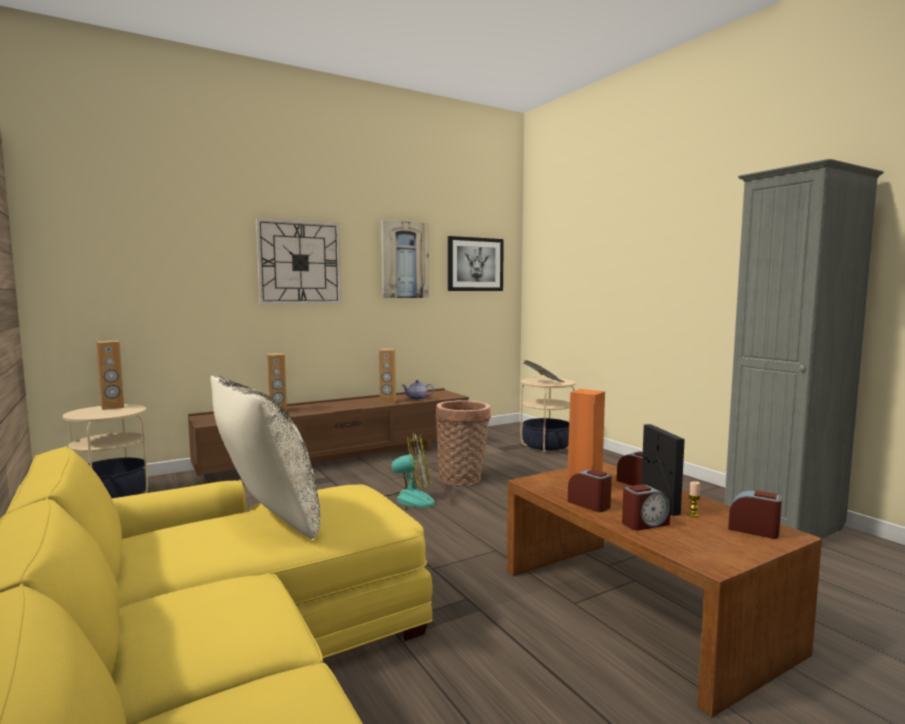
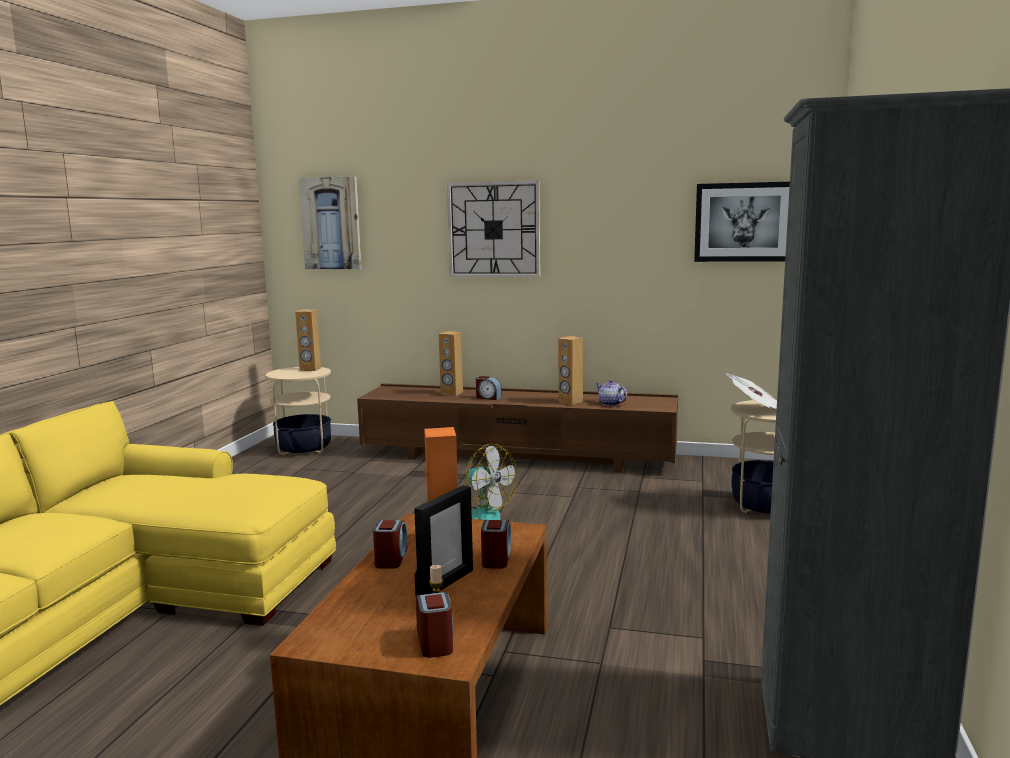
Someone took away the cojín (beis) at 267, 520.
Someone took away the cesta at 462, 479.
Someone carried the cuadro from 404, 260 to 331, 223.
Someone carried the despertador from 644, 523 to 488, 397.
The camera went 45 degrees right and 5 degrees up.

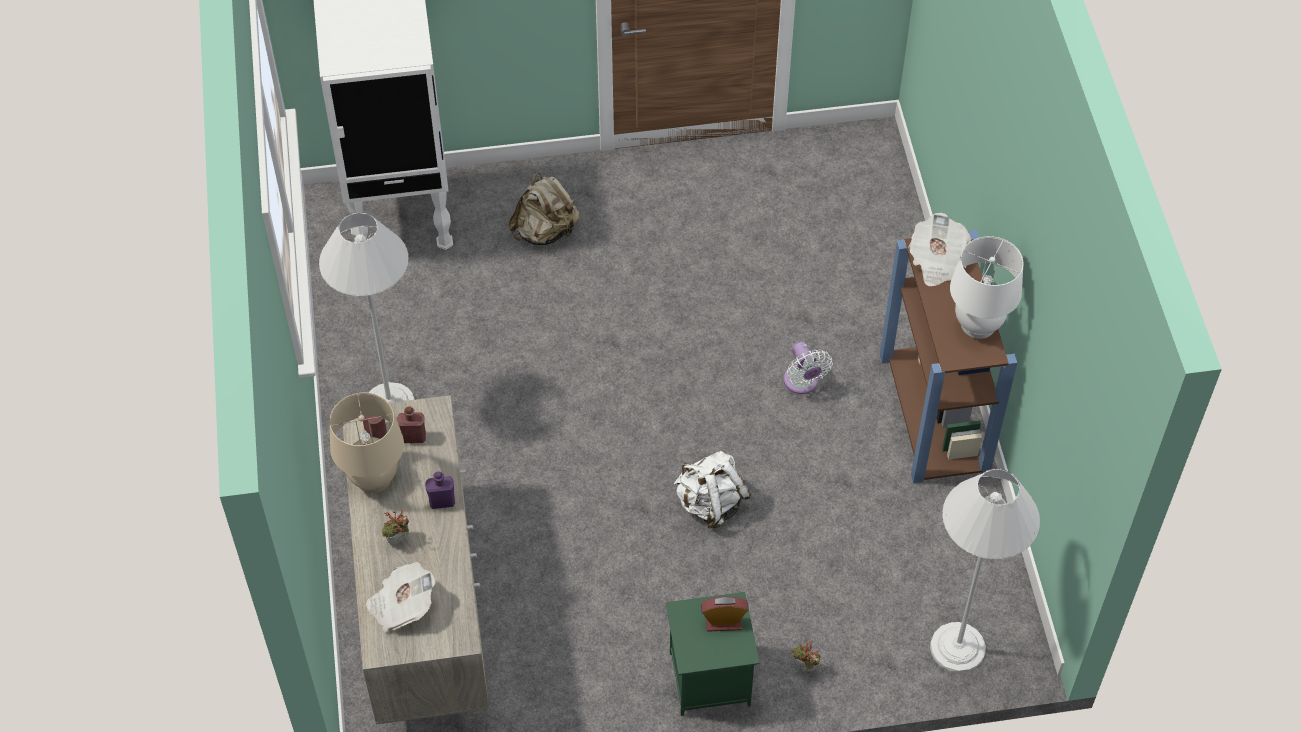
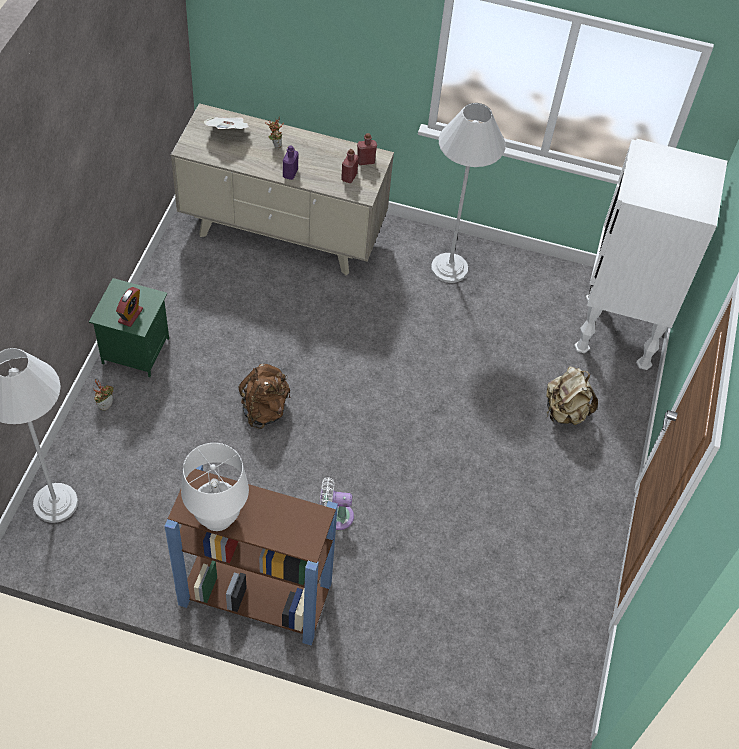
Someone took away the lámpara de mesa (beis) at 373, 478.
Someone took away the periódico at 937, 261.
Someone repainted the mochila (blanco) at 710, 504, which became the mochila (marrón) at 265, 409.
The camera went 110 degrees right and 0 degrees up.

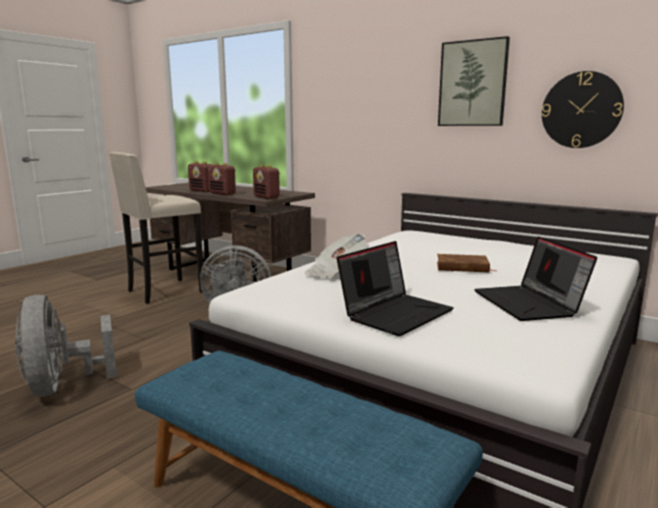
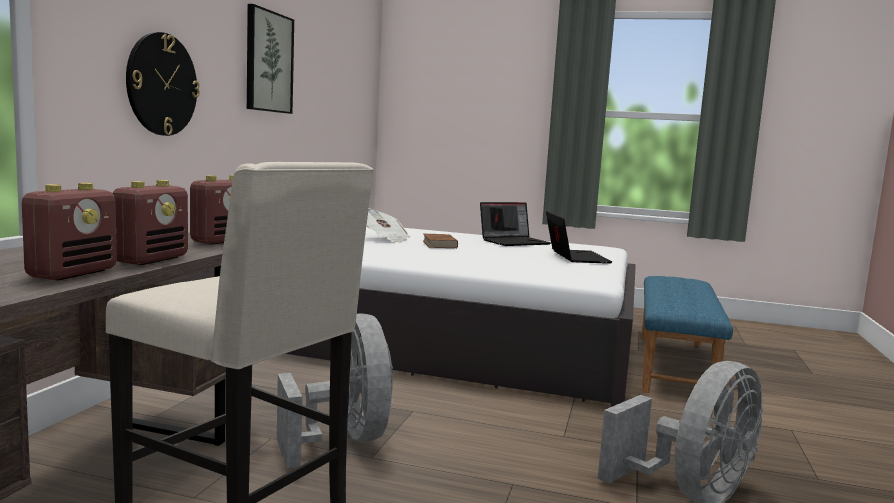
Someone carried the periódico from 336, 272 to 385, 239.
Someone carried the reloj de pared from 581, 110 to 162, 84.
Someone rotated the portátil at 395, 313 by 60 degrees clockwise.
The camera went 110 degrees left and 5 degrees down.

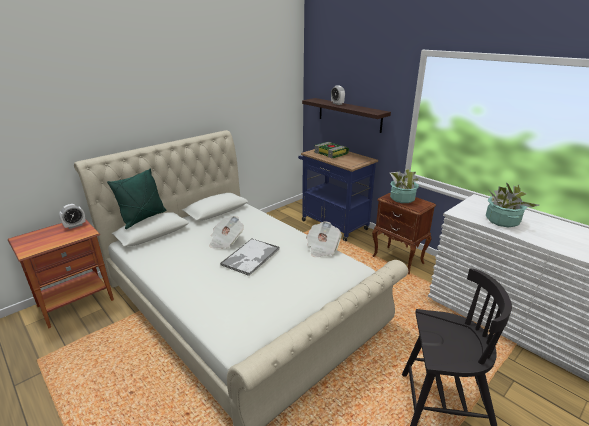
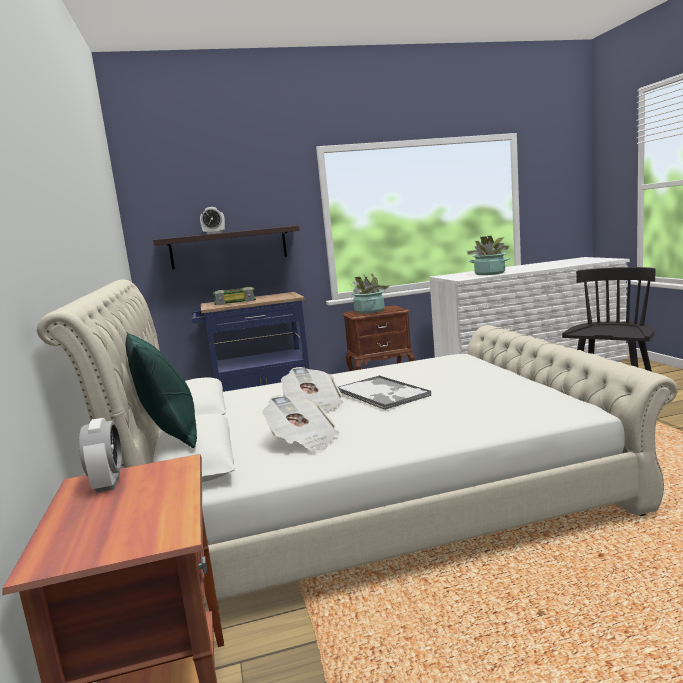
Someone carried the periódico from 322, 248 to 303, 441.
The camera went 60 degrees left and 15 degrees down.

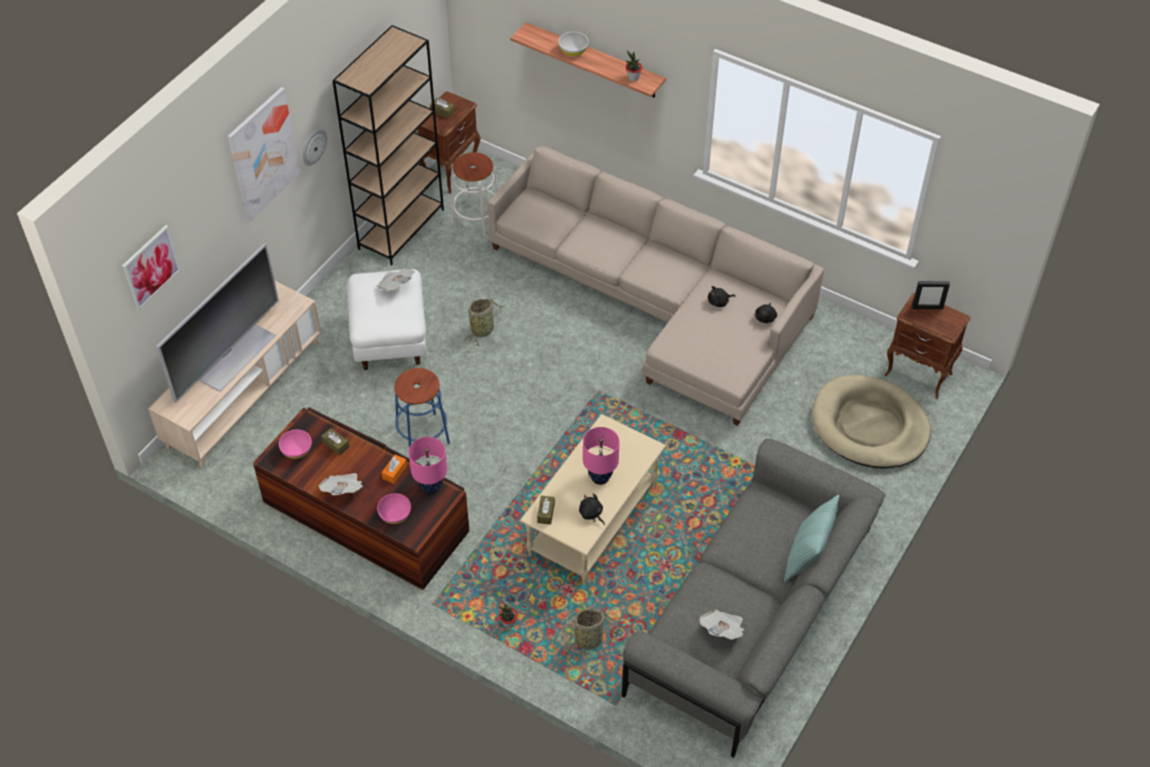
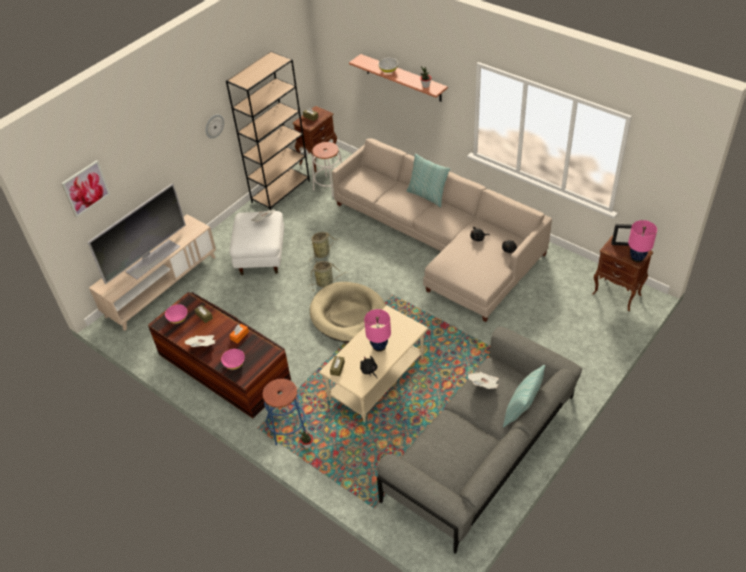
Someone took away the cuadro at 263, 154.
Someone put down the cojín at 428, 195.
Someone carried the taburete (azul) from 422, 434 to 287, 428.
Someone carried the lámpara de mesa (rosa) from 431, 487 to 637, 258.
Someone carried the cesta from 590, 639 to 326, 283.
Someone carried the periódico from 723, 630 to 484, 385.
Someone carried the cama para perro (beis) from 869, 426 to 349, 315.
The camera went 10 degrees right and 5 degrees down.

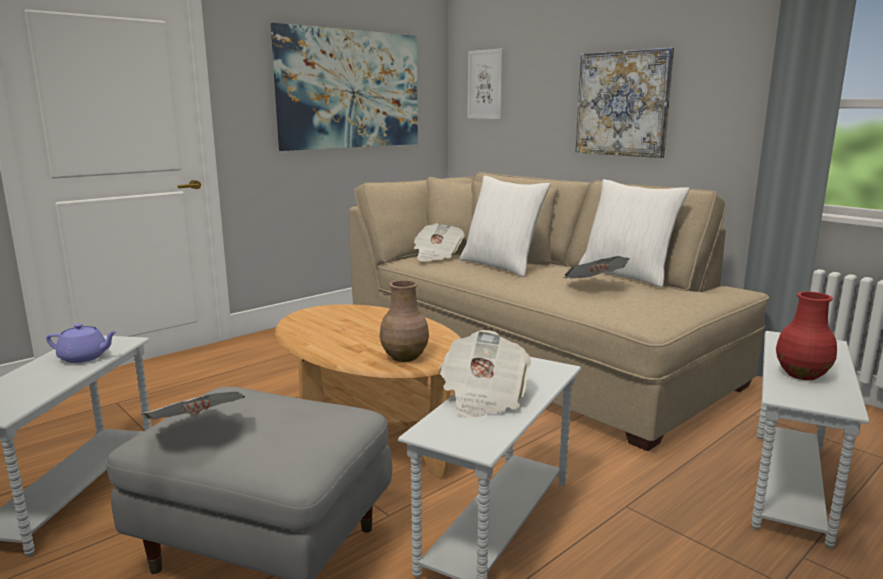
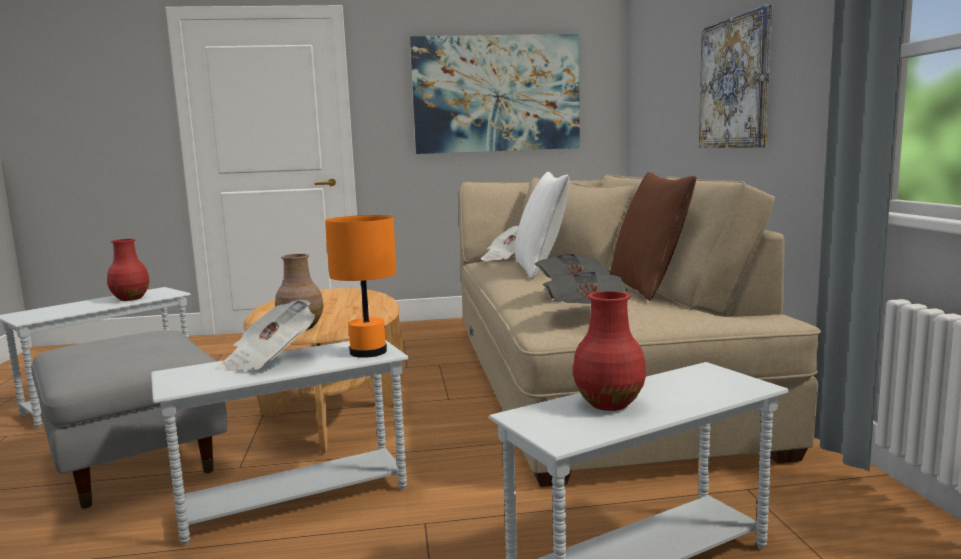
Someone took away the cuadro at 485, 84.
Someone put down the lámpara de mesa (naranja) at 368, 352.
Someone carried the periódico from 196, 431 to 585, 312.
Someone swapped the tetera (morado) at 84, 357 for the florero (rojo) at 131, 298.
Someone repainted the cojín (blanco) at 626, 275, which became the cojín (marrón) at 647, 287.
The camera went 35 degrees right and 5 degrees down.

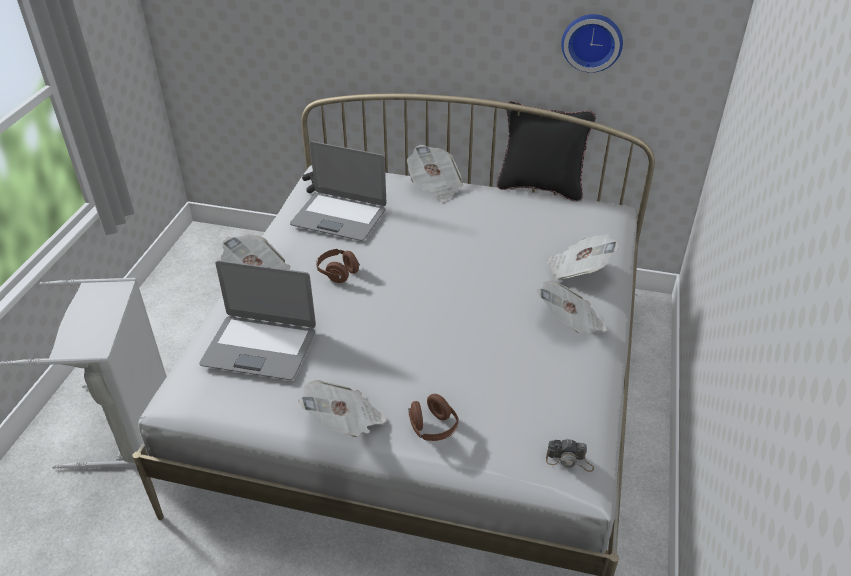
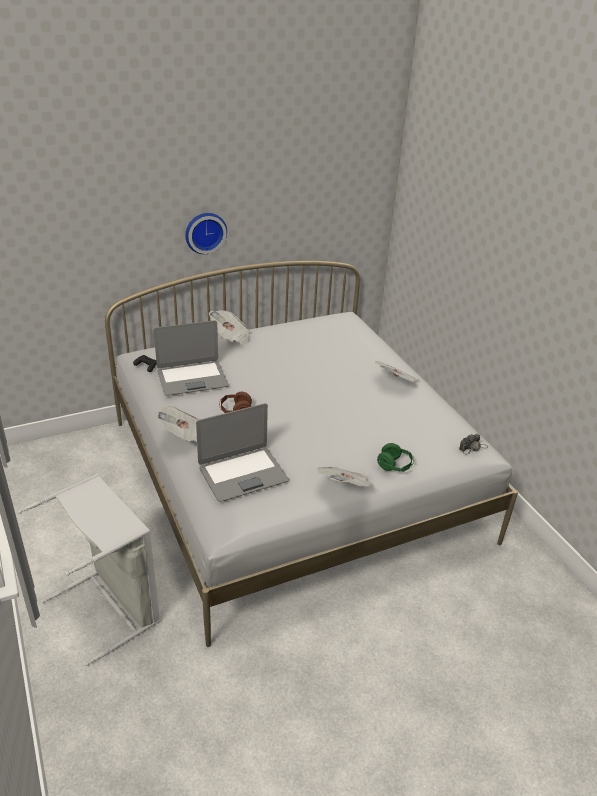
Someone took away the cojín (negro) at 540, 187.
Someone took away the periódico at 578, 270.
Someone carried the reloj de pared from 592, 41 to 205, 232.
Someone repainted the auriculares (marrón) at 433, 428, which became the auriculares (verde) at 394, 466.
The camera went 40 degrees left and 5 degrees down.

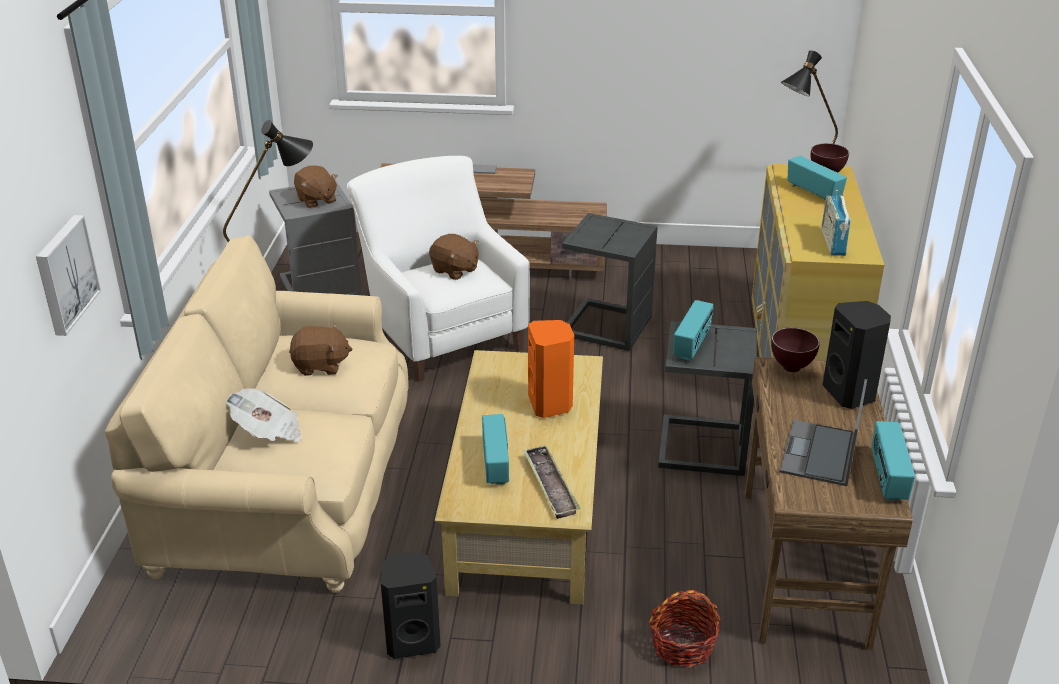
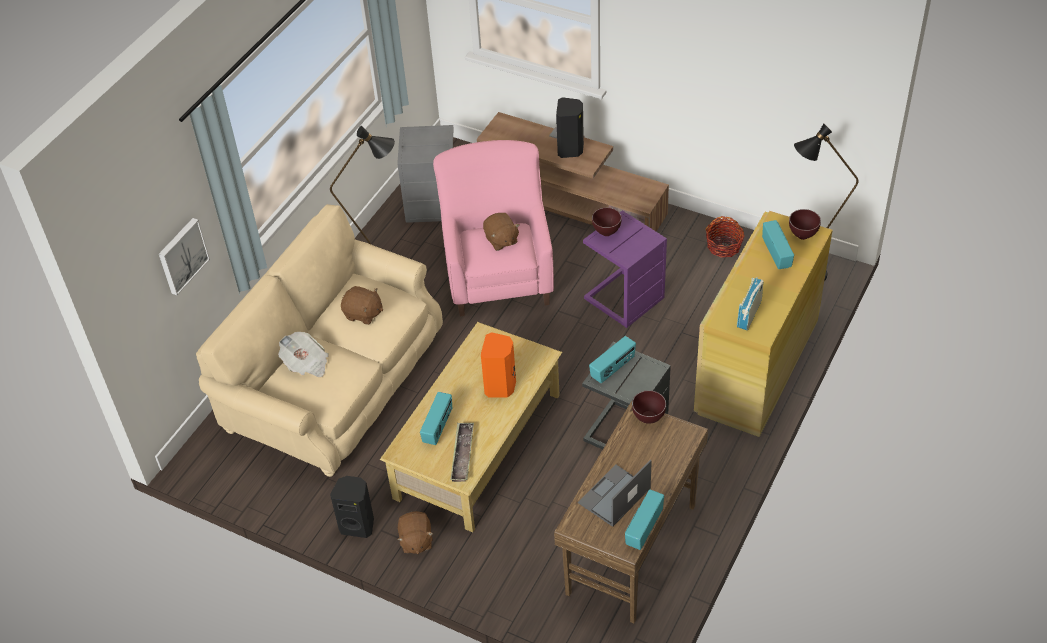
Someone put down the cuenco (marrón) at 607, 232.
Someone carried the peluche (marrón) from 316, 200 to 416, 541.
Someone carried the cesta from 682, 645 to 724, 246.
Someone carried the altavoz (negro) from 850, 394 to 570, 149.
Someone repainted the sillón (blanco) at 440, 332, which became the sillón (rosa) at 498, 272.
Someone repainted the mesa auxiliar (gris) at 605, 326, which became the mesa auxiliar (morado) at 623, 297.
The camera went 25 degrees right and 15 degrees up.

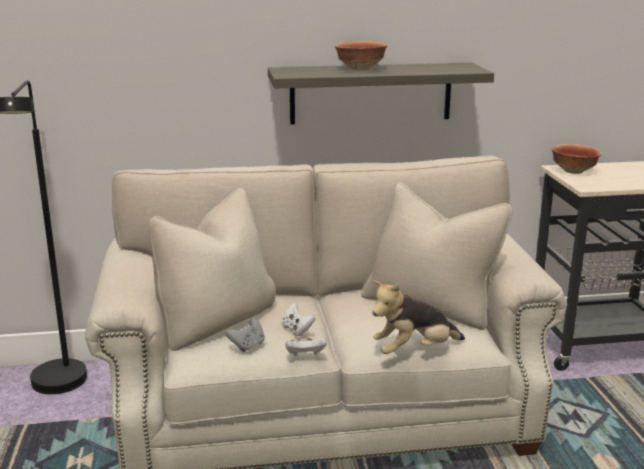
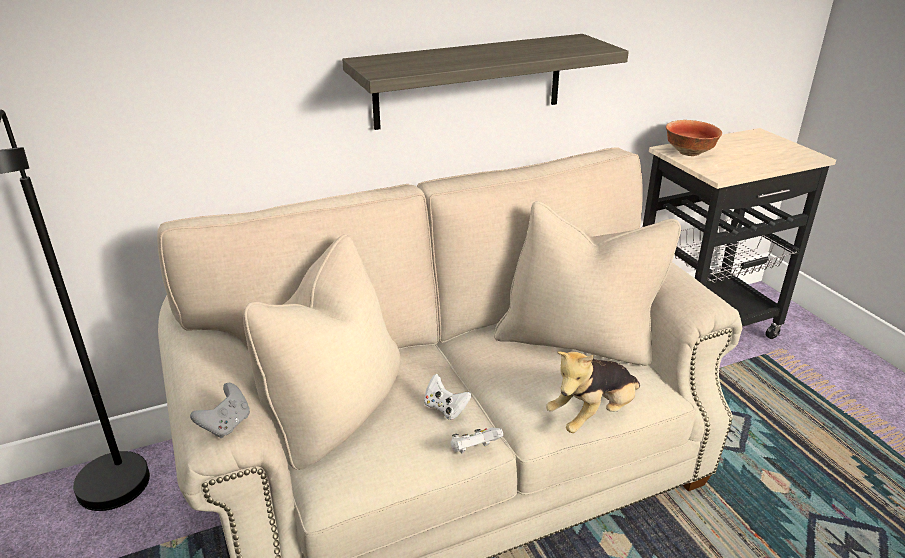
Someone took away the cuenco at 360, 69.
Someone carried the mando de consola (gris) from 247, 346 to 226, 425.
The camera went 15 degrees left and 10 degrees up.

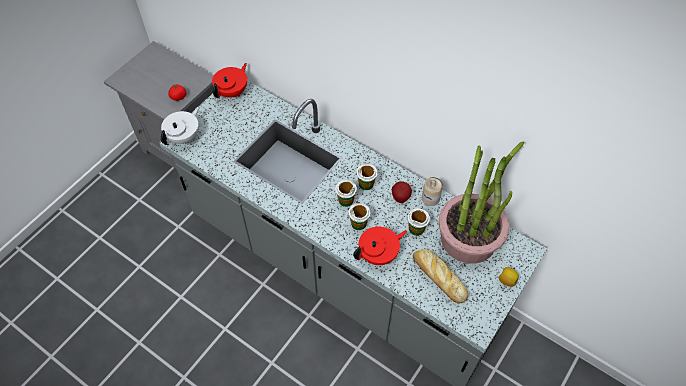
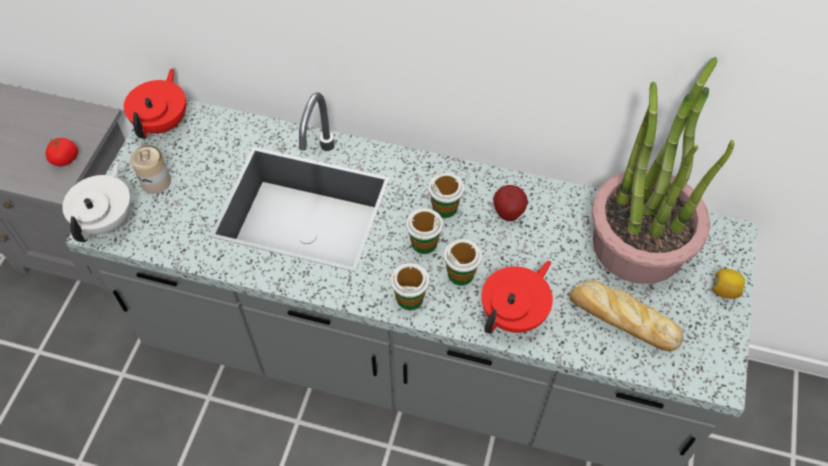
Someone carried the taza from 416, 228 to 410, 298.
Someone carried the lata from 430, 198 to 156, 181.
The camera went 20 degrees left and 0 degrees up.

